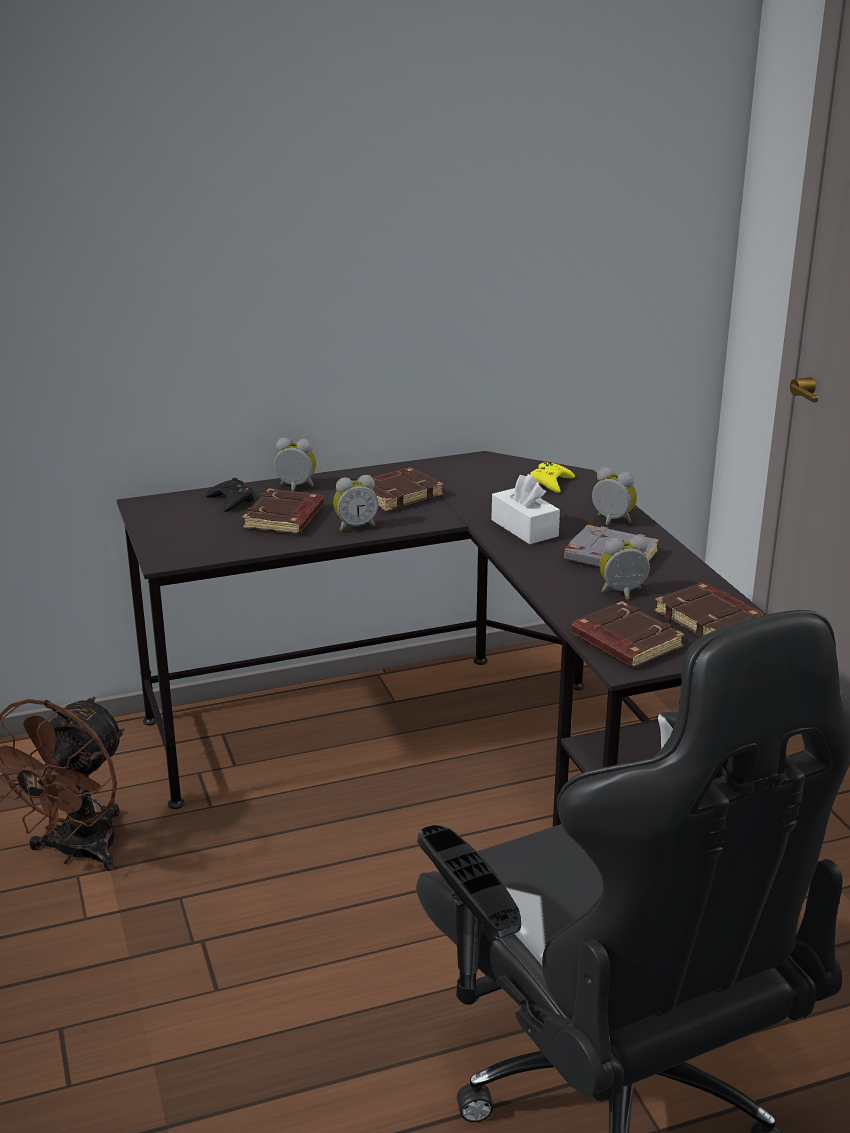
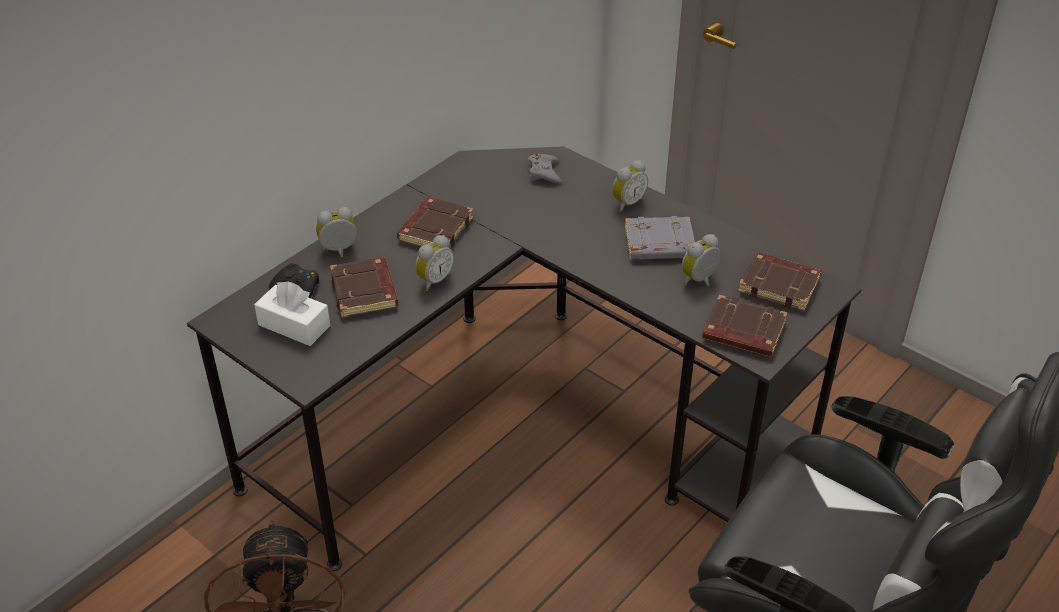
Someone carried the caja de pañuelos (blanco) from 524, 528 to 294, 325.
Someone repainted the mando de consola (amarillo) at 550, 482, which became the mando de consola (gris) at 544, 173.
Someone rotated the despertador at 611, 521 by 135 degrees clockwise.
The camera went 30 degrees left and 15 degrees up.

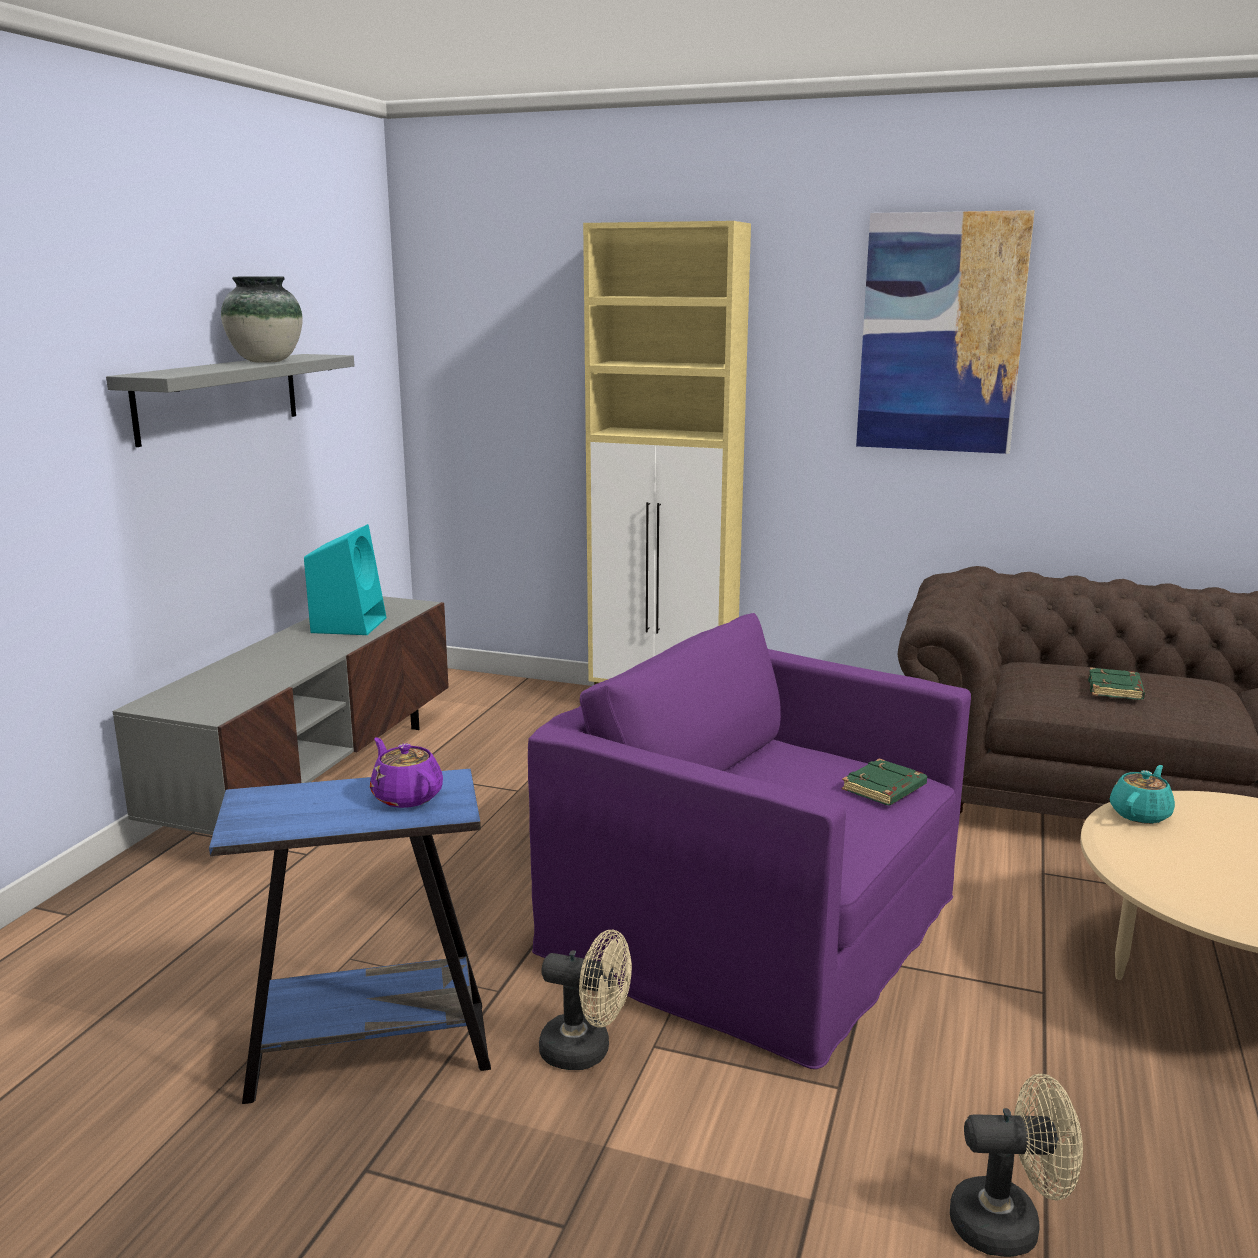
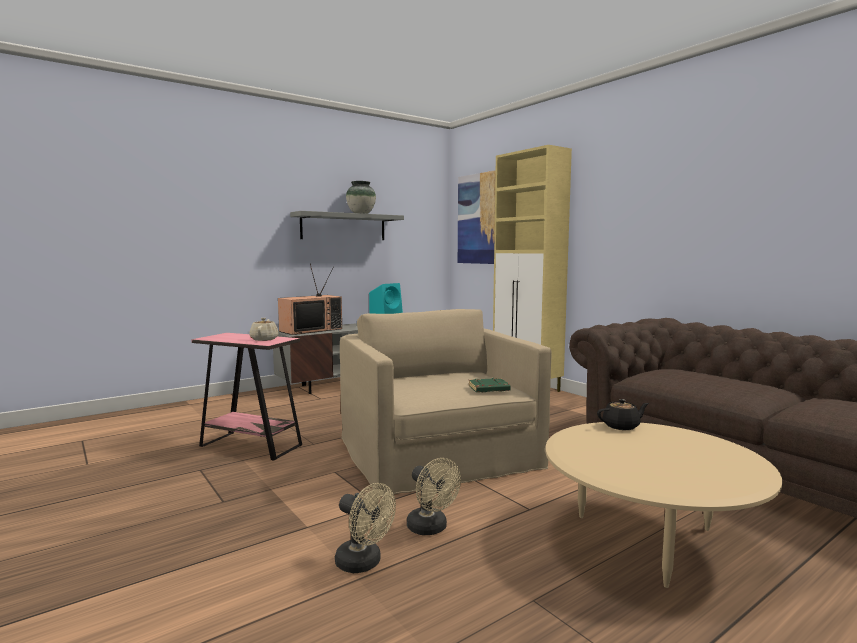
Someone took away the libro (verde) at 1116, 689.
Someone put down the televisor at 311, 330.
Someone carried the ventilador (beis) from 586, 1051 to 431, 529.
Someone carried the cuadro from 941, 334 to 479, 219.
Someone repainted the mesa auxiliar (azul) at 369, 1051, which became the mesa auxiliar (rosa) at 251, 445.
Someone repainted the tetera (morado) at 406, 796, which became the tetera (beis) at 264, 339.
Someone repainted the sillón (morado) at 752, 923, which became the sillón (beis) at 437, 452.
Someone repainted the tetera (turquesa) at 1140, 814, which became the tetera (negro) at 621, 426.
The camera went 35 degrees right and 10 degrees down.

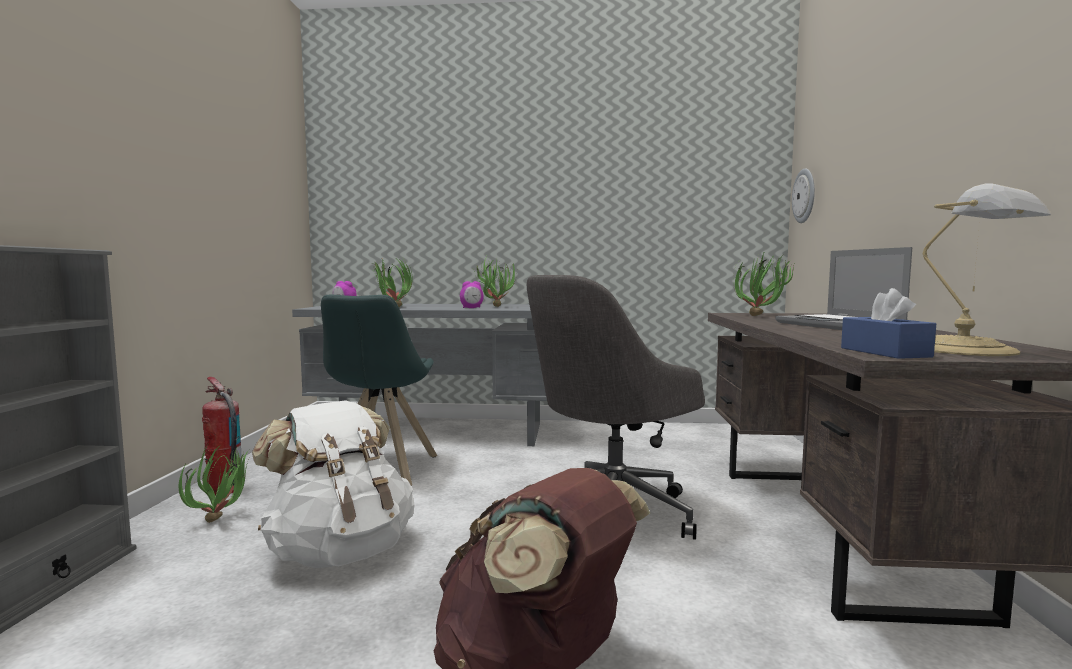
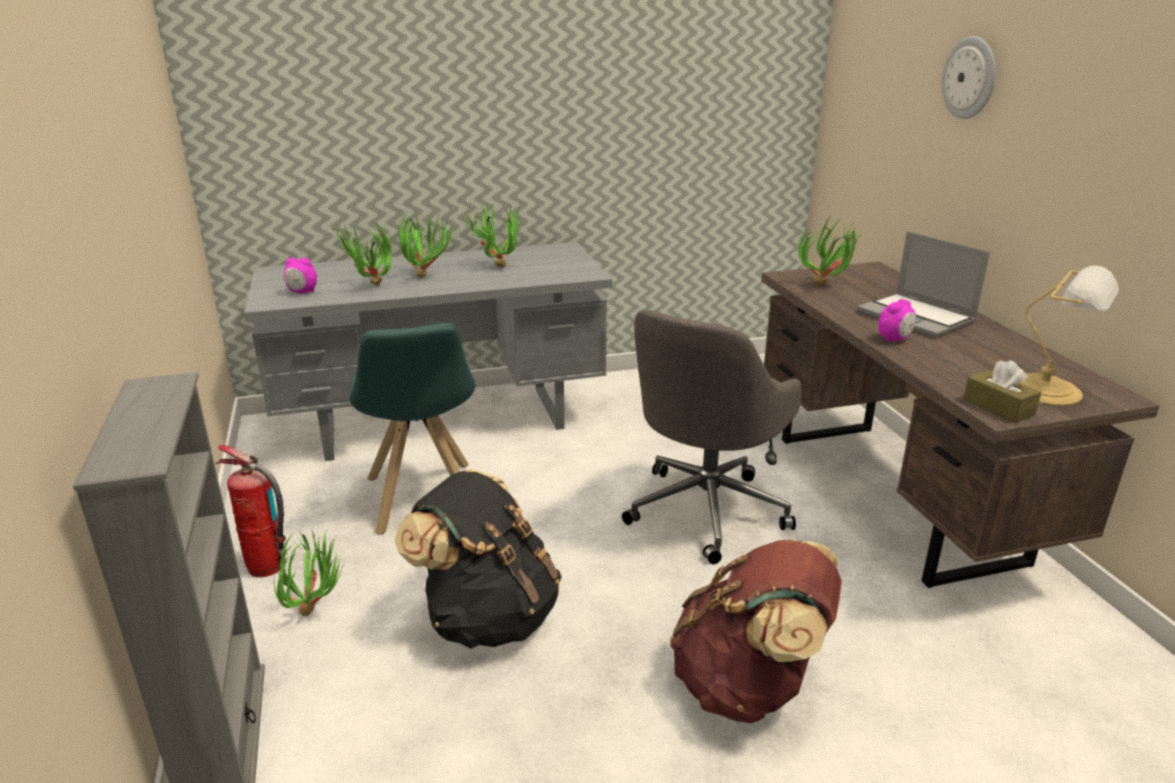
Someone put down the planta en maceta at 426, 275.
Someone carried the despertador from 471, 308 to 894, 340.
Someone carried the reloj de pared from 804, 196 to 970, 78.
Someone repainted the mochila (blanco) at 341, 551, which became the mochila (negro) at 488, 617.
Someone repainted the caja de pañuelos (azul) at 884, 352, which became the caja de pañuelos (marrón) at 998, 407.
The camera went 20 degrees left and 20 degrees up.

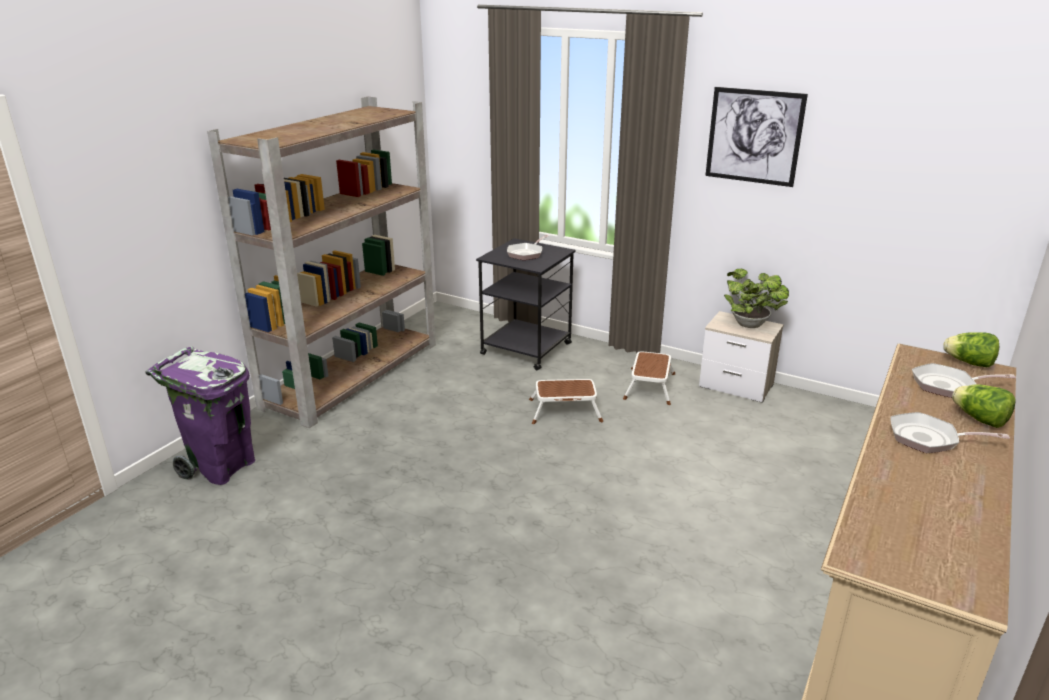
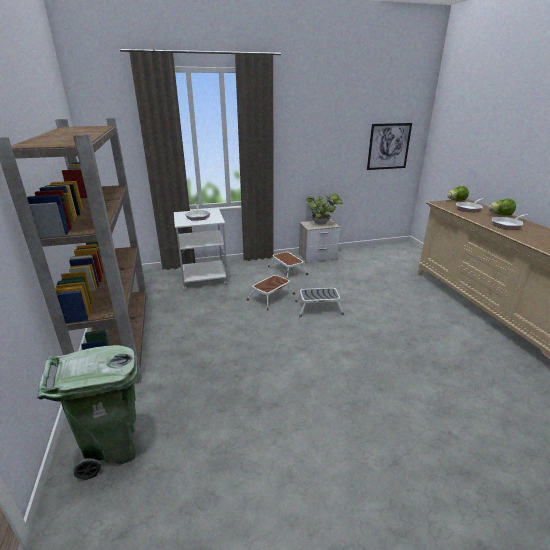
Someone put down the escalera de tijera (gris) at 318, 308.
Someone carried the cuadro from 754, 136 to 388, 146.
Someone repainted the papelera (morado) at 221, 467, which became the papelera (verde) at 112, 448.
Someone repainted the carrito (negro) at 527, 349, which became the carrito (blanco) at 205, 278.
The camera went 45 degrees left and 0 degrees up.

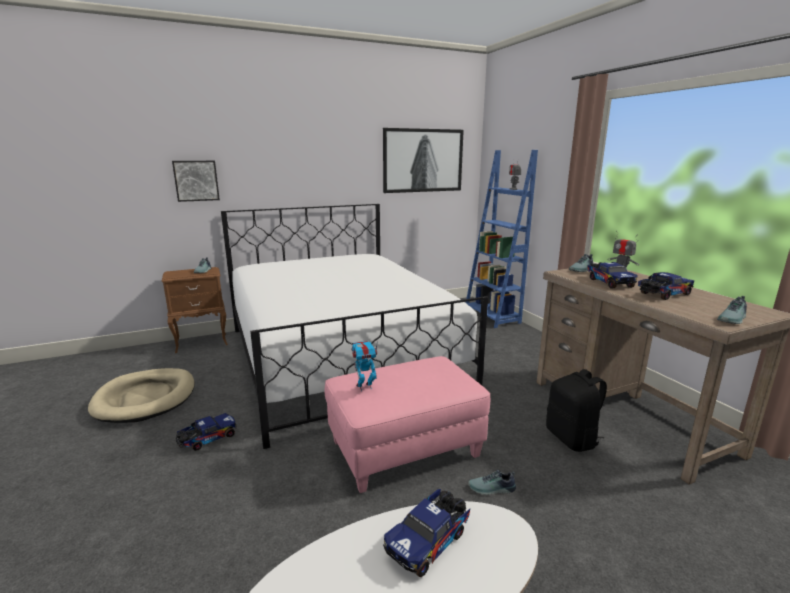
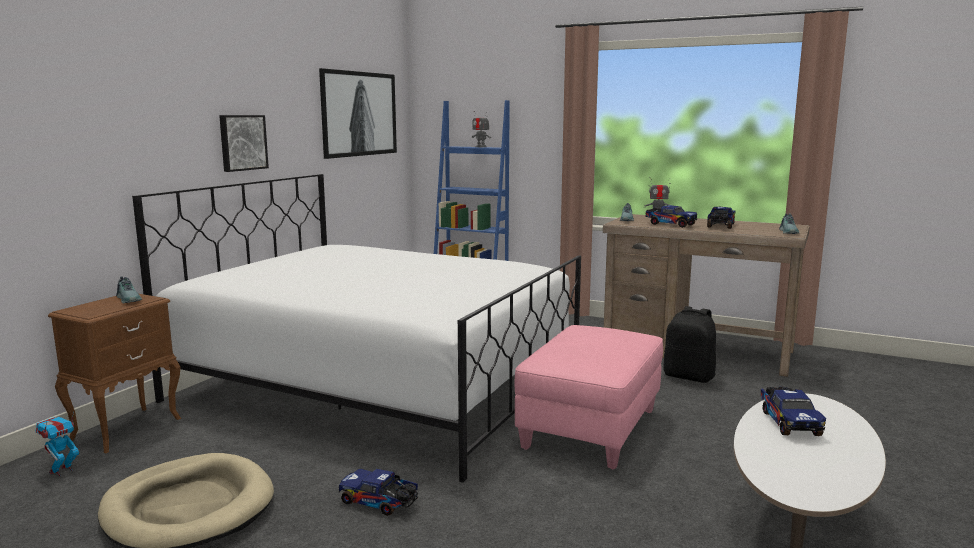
Someone took away the zapato at 492, 489.
Someone carried the cuadro from 196, 180 to 242, 142.
Someone carried the robot de juguete from 364, 387 to 62, 471.
Someone rotated the camión de juguete at 207, 439 by 75 degrees counterclockwise.
The camera went 40 degrees left and 5 degrees down.

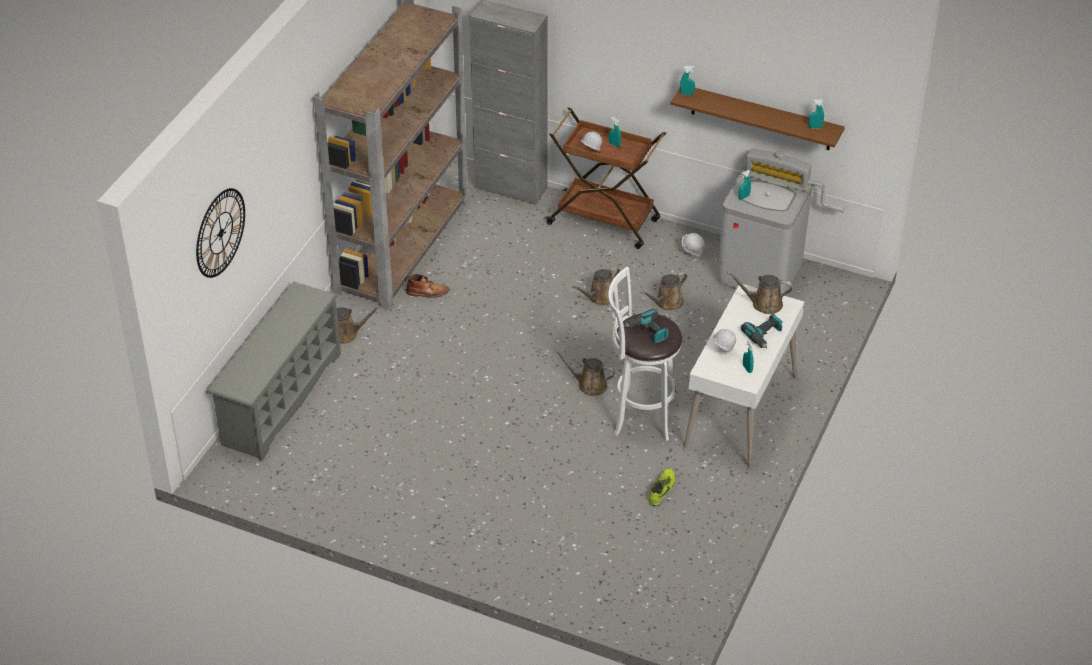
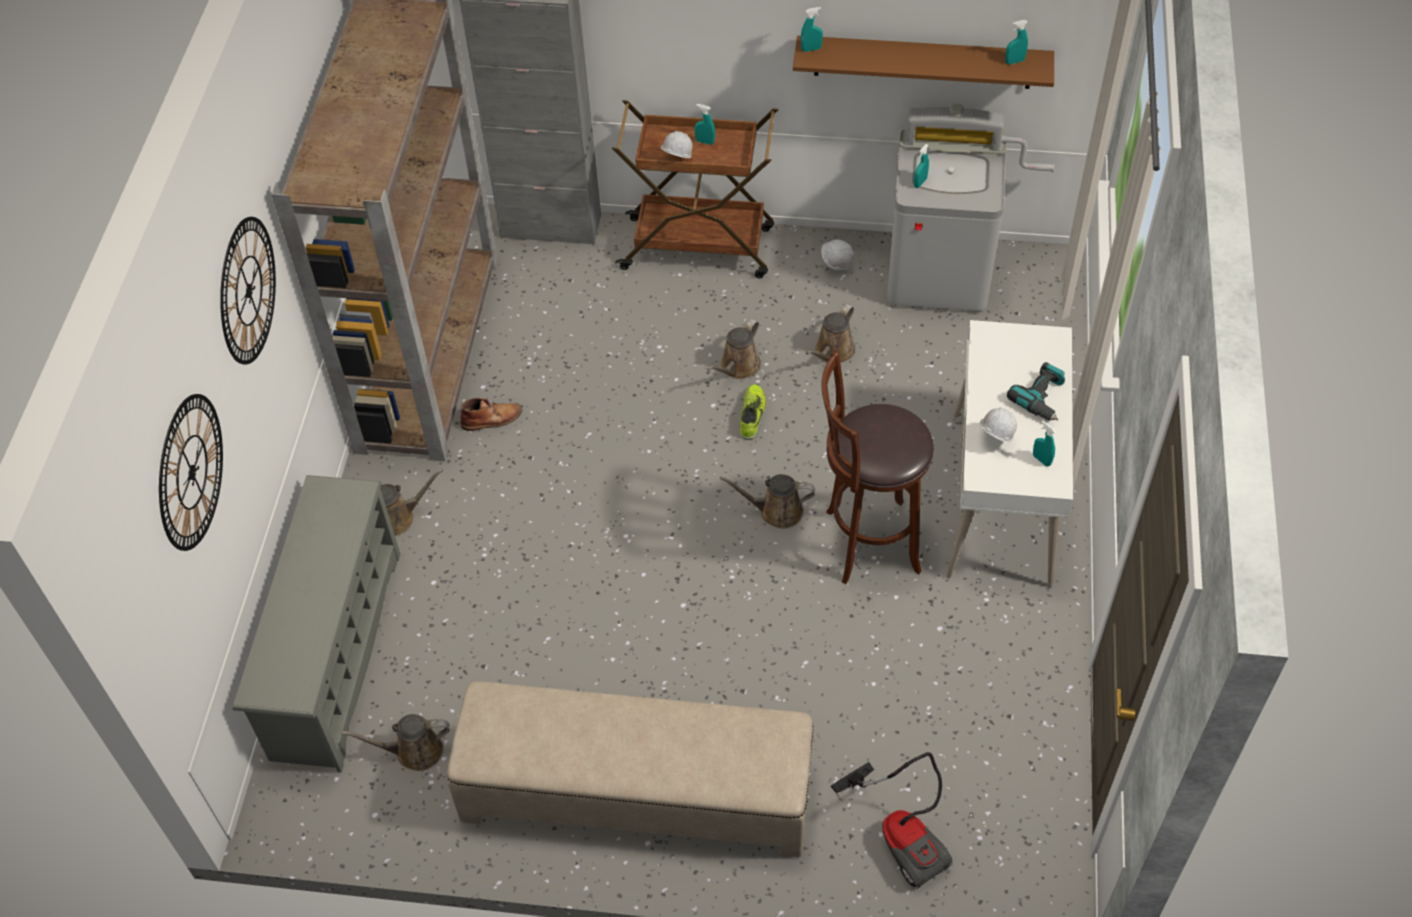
Someone took away the taladro at 648, 332.
Someone put up the reloj de pared at 248, 290.
Someone put down the banco (beis) at 634, 791.
Someone put down the aspiradora at 903, 834.
Someone carried the zapato from 662, 490 to 752, 415.
Someone carried the regadera (marrón) from 763, 304 to 414, 751.
Someone repainted the taburete (blanco) at 640, 415, which became the taburete (marrón) at 866, 542.
The camera went 15 degrees left and 10 degrees up.

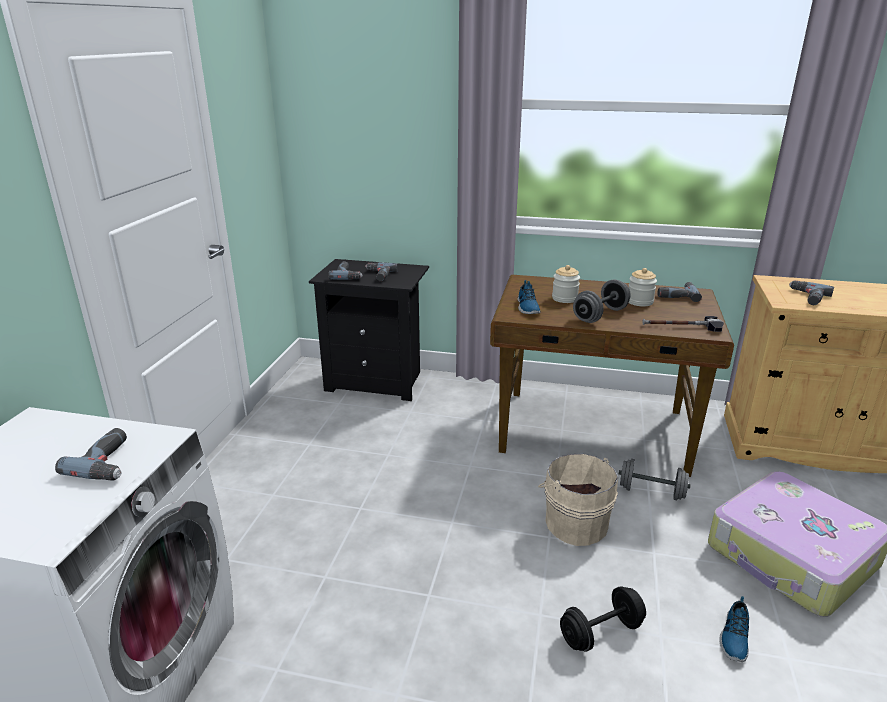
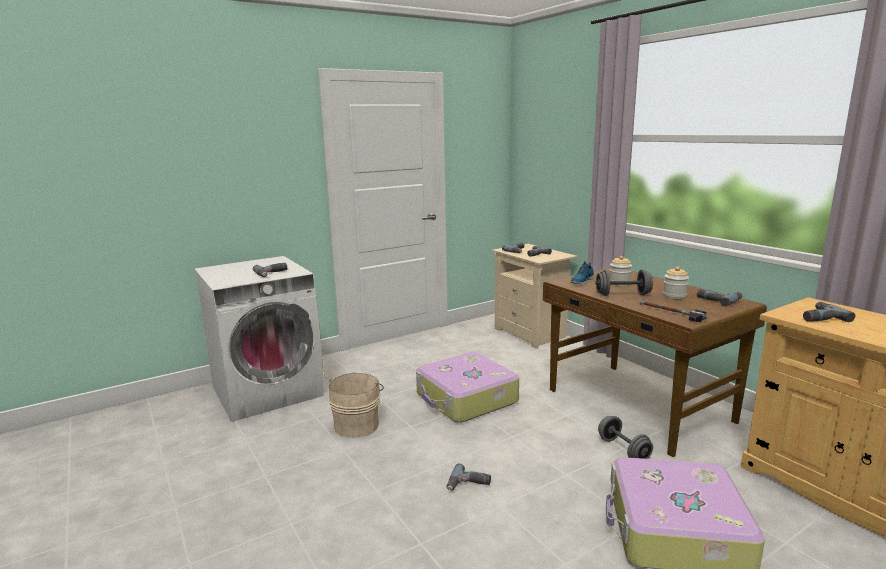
Someone took away the zapato at 734, 637.
Someone put down the maleta at 466, 399.
Someone carried the cubo (beis) from 574, 522 to 357, 424.
Someone swapped the mancuerna (negro) at 601, 632 for the taladro at 468, 485.
Someone repainted the mesita de noche (negro) at 377, 381, which became the mesita de noche (beis) at 532, 333.
The camera went 45 degrees right and 10 degrees down.

